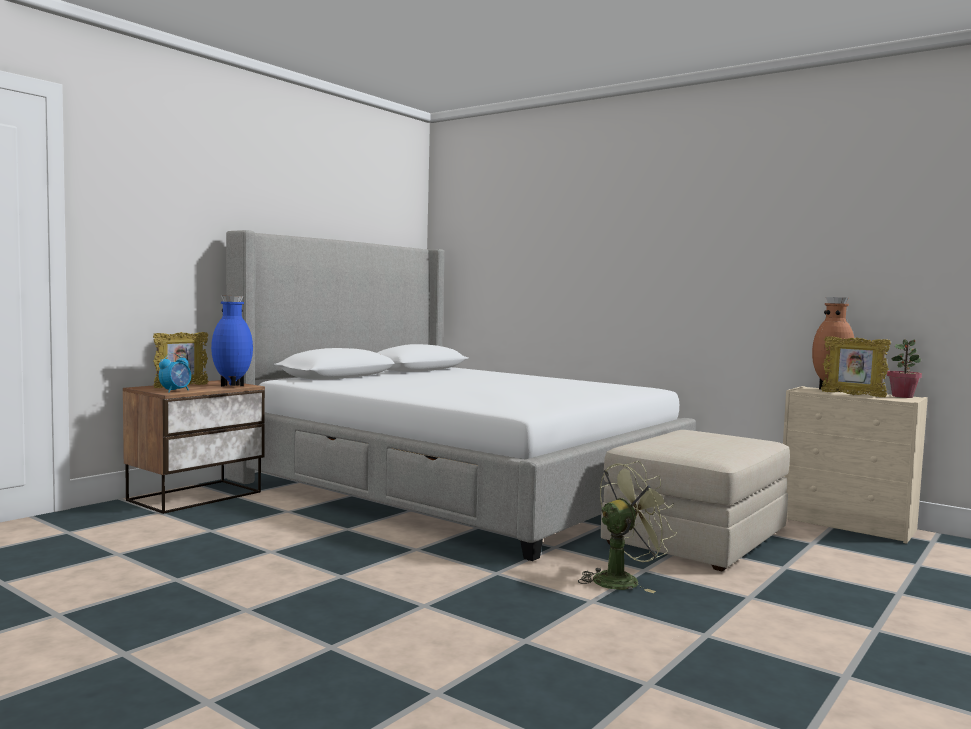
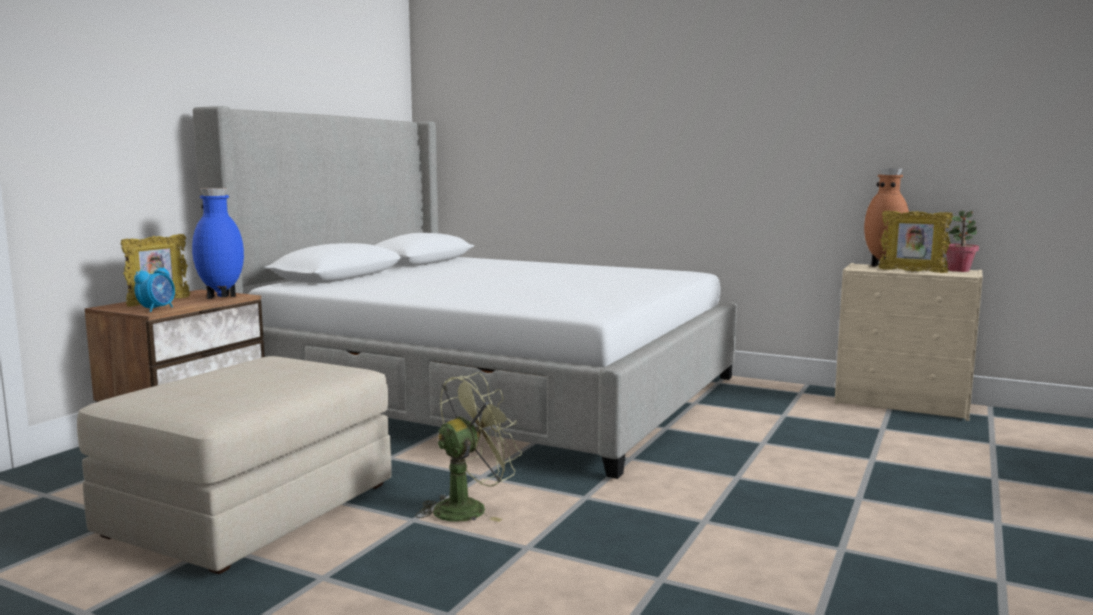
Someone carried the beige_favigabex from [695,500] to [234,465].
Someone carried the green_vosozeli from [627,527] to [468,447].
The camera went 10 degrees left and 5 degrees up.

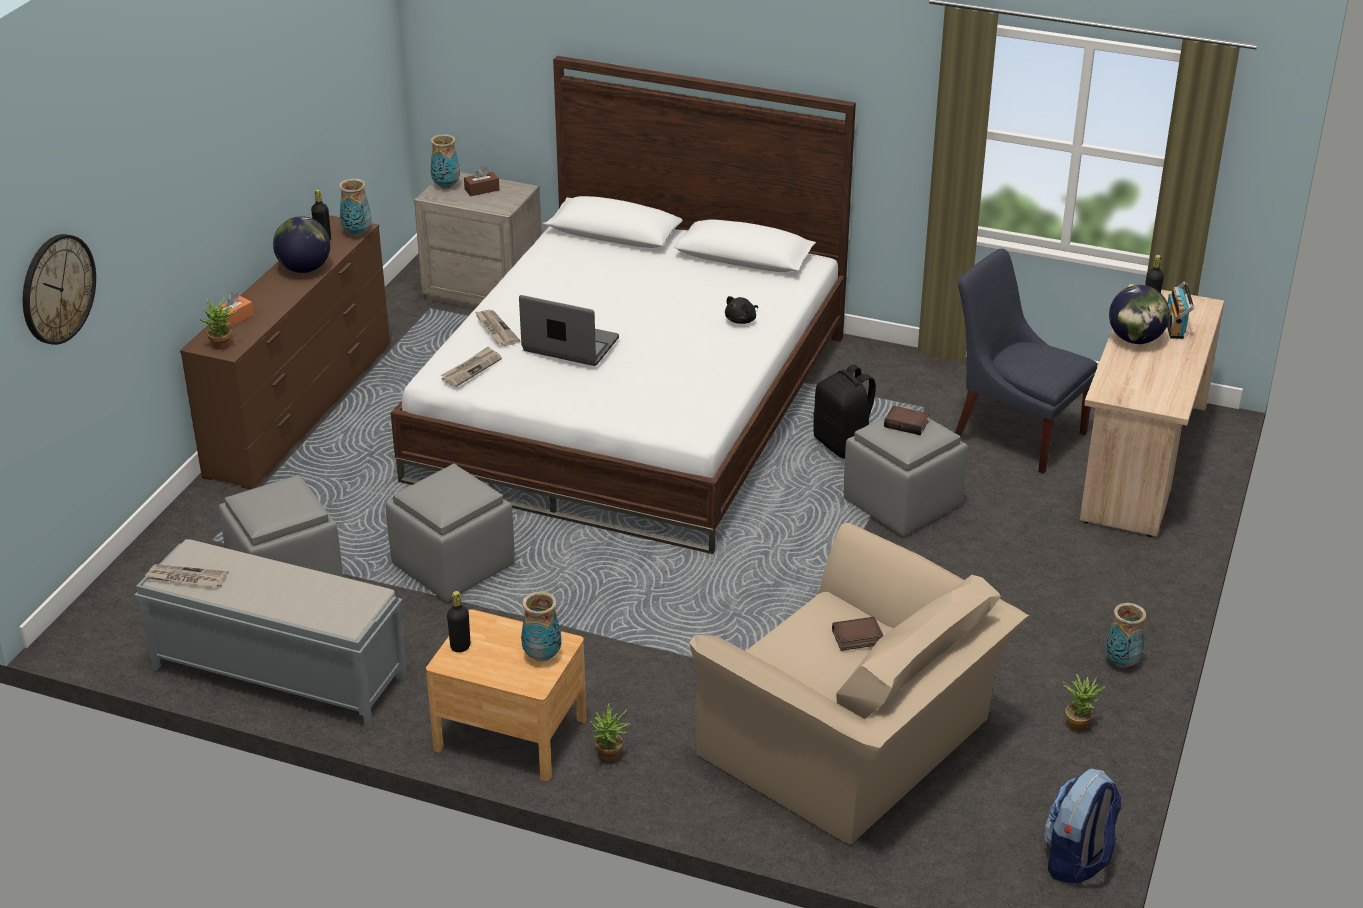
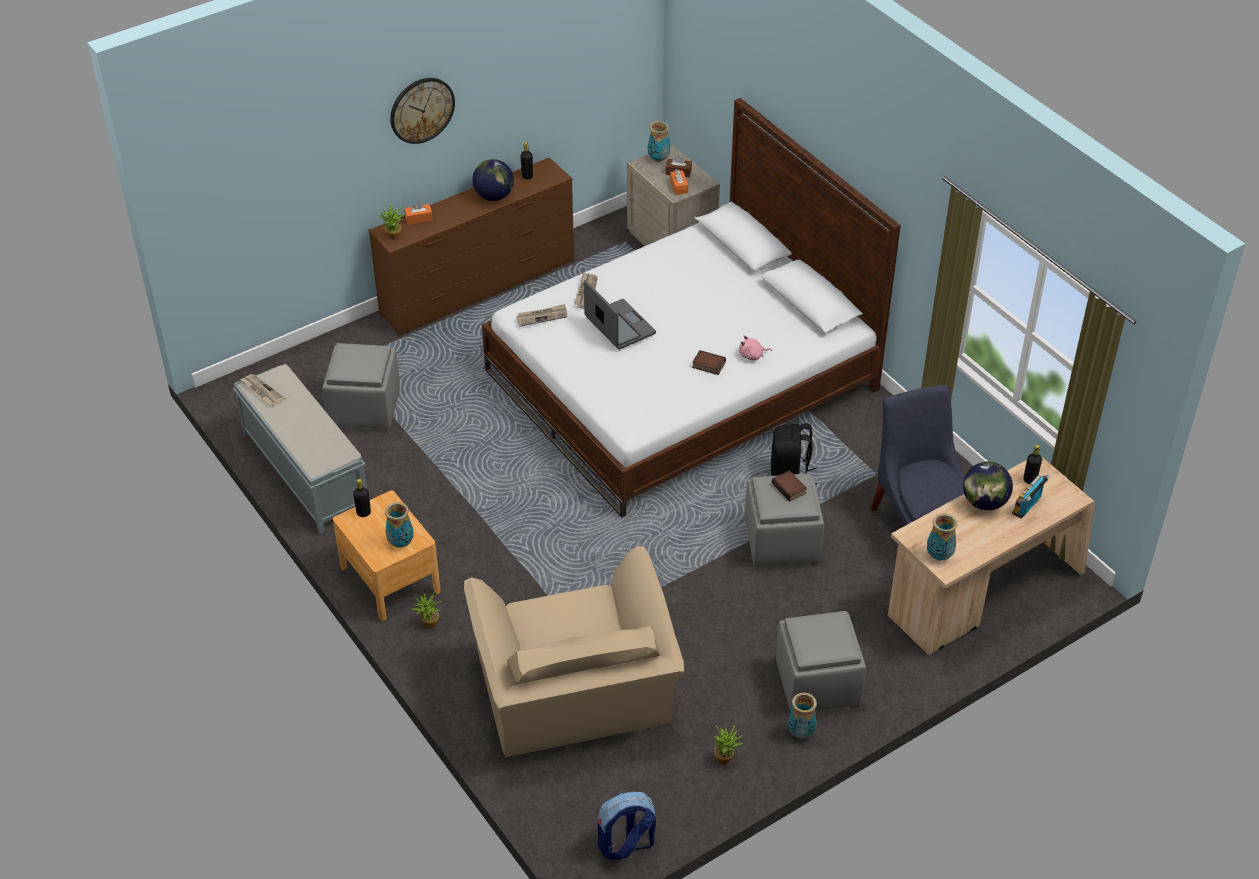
Someone carried the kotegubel from [355,207] to [942,536].
Someone carried the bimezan from [59,289] to [422,111].
Someone repainted the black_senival at [741,310], which became the pink_senival at [755,347].
Someone carried the grey_favigabex from [450,532] to [821,661].
Someone carried the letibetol from [857,634] to [709,362].
Someone put down the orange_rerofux at [679,182].
The camera went 35 degrees right and 10 degrees up.

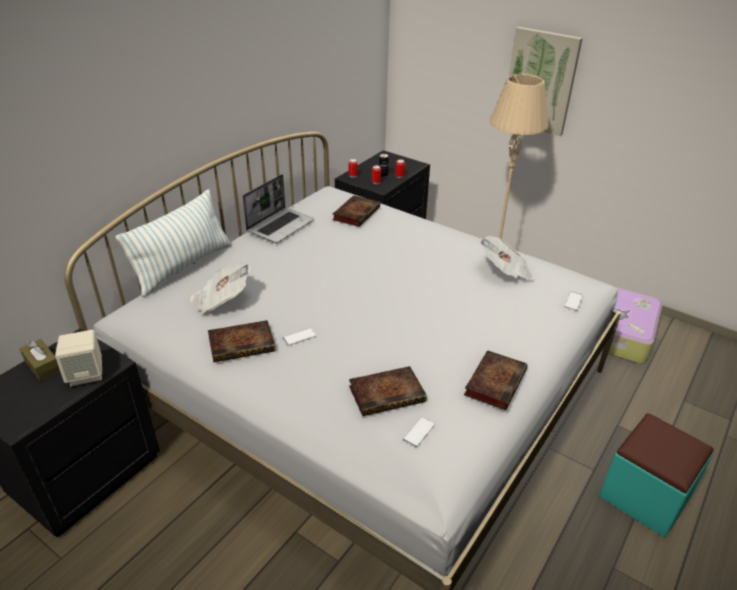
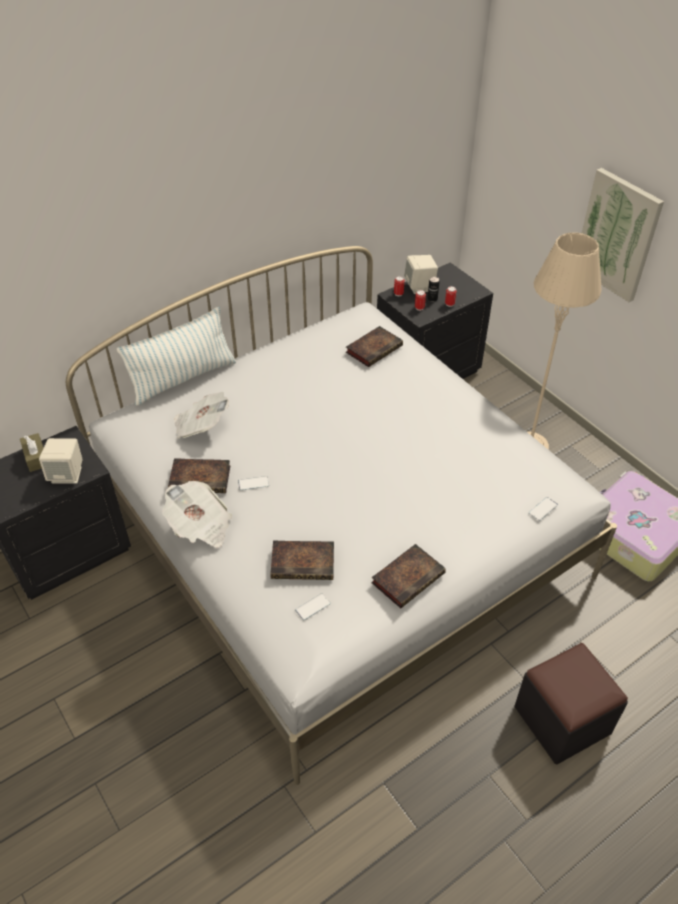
Someone took away the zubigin at [278,208].
Someone carried the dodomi from [506,258] to [197,514].
Someone repainted the turquoise_favigabex at [656,475], which became the black_favigabex at [571,703].
Someone put down the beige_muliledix at [421,274].
The camera went 20 degrees right and 10 degrees up.

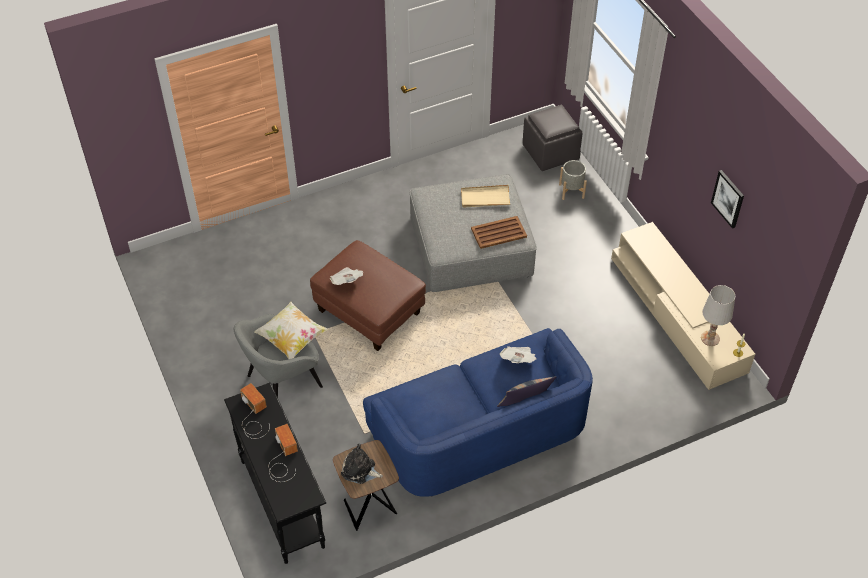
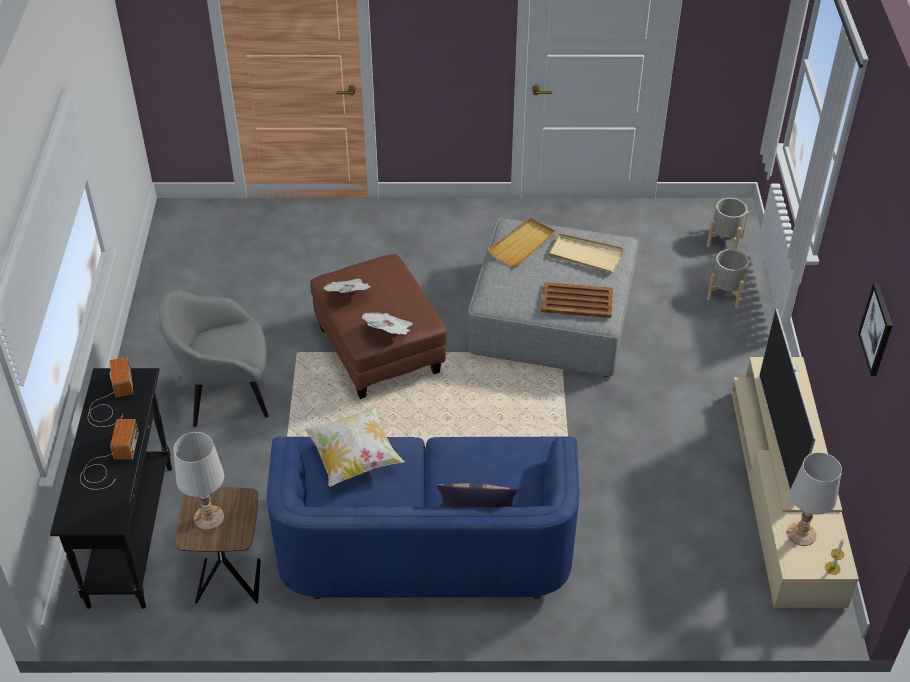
Someone swapped the grey_favigabex at [552,138] for the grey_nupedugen at [728,224].
Someone carried the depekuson from [291,330] to [354,447].
Someone carried the dodomi from [518,354] to [387,324].
Someone swapped the senival at [362,464] for the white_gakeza at [199,481].
Someone put down the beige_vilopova at [521,242].
Someone put down the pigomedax at [787,399].
The camera went 25 degrees right and 5 degrees down.

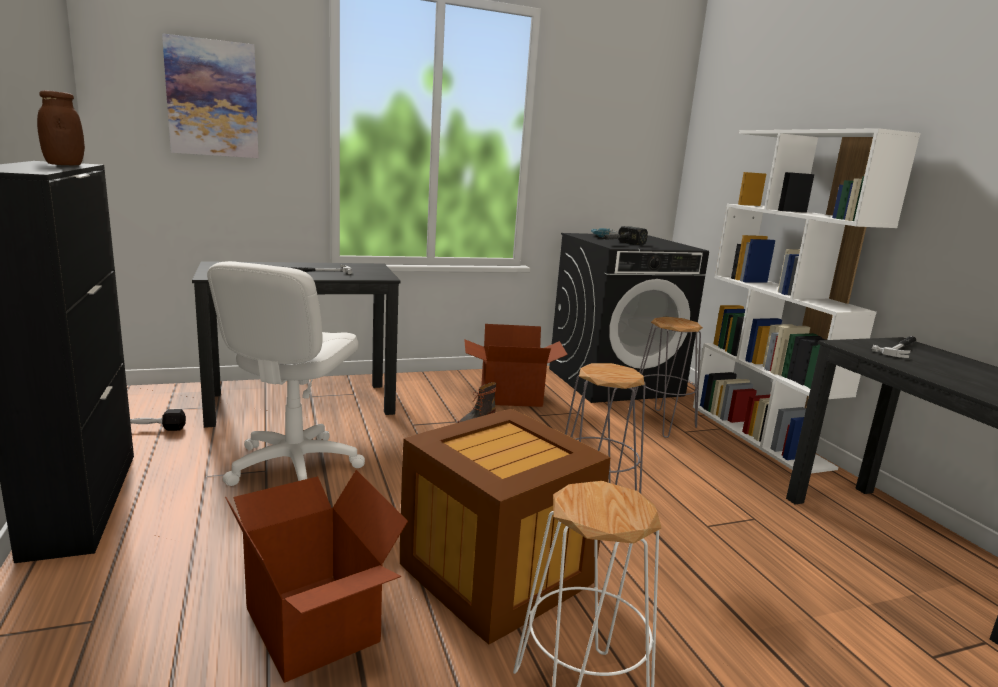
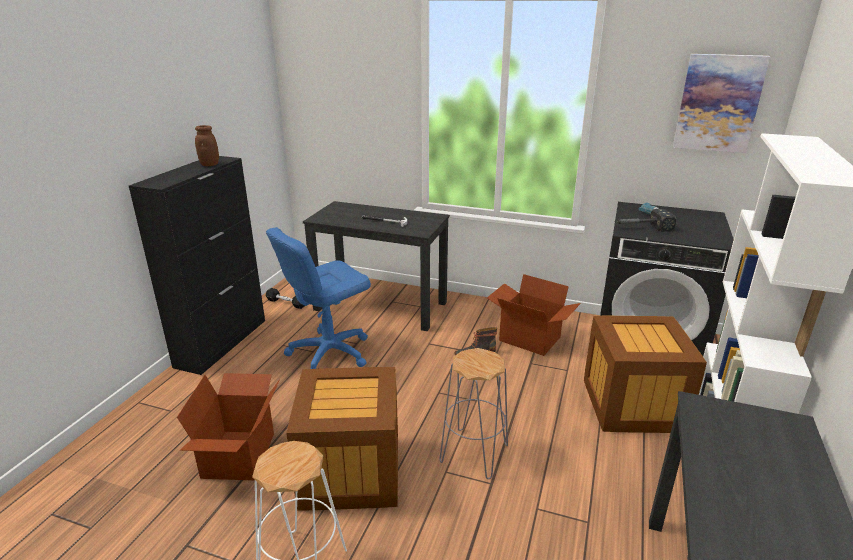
Someone carried the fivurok from [210,95] to [721,103].
Someone repainted the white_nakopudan at [286,373], which became the blue_nakopudan at [318,298].
Someone swapped the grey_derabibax at [665,377] for the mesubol at [645,374].
Someone took away the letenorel at [894,347].
The camera went 40 degrees right and 10 degrees up.

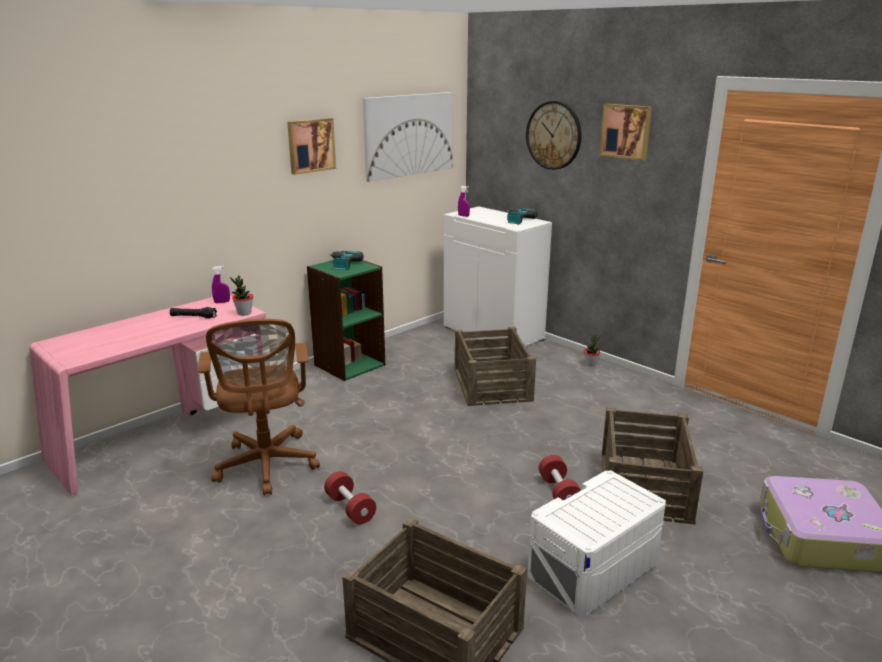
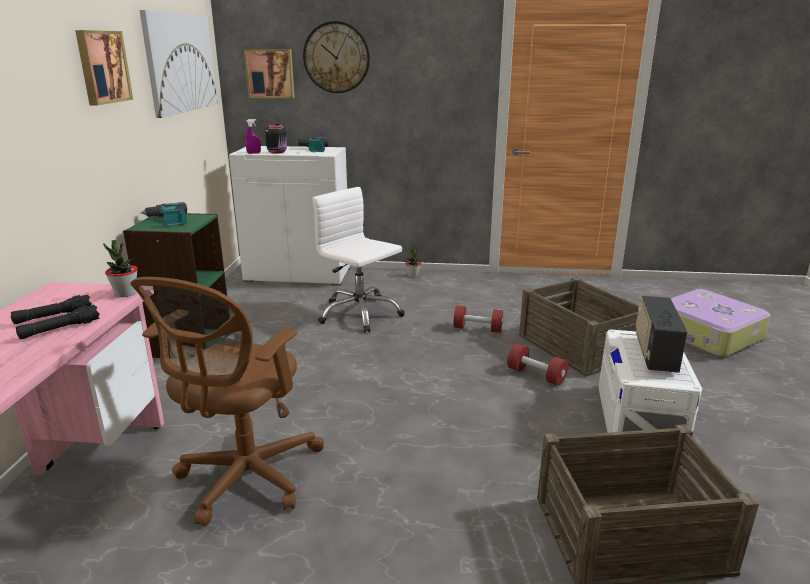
Someone carried the fivurok from [626,132] to [269,73].
Someone took away the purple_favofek at [221,284].
Someone rotated the brown_nakopudan at [259,407] by 75 degrees clockwise.
Someone swapped the mesubol at [495,366] for the white_nakopudan at [358,260].
Someone carried the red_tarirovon from [350,497] to [478,319].
Someone put down the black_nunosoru at [276,139].
Someone put down the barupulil at [661,334].
Someone put down the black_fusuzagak at [58,322].
The camera went 40 degrees left and 0 degrees up.

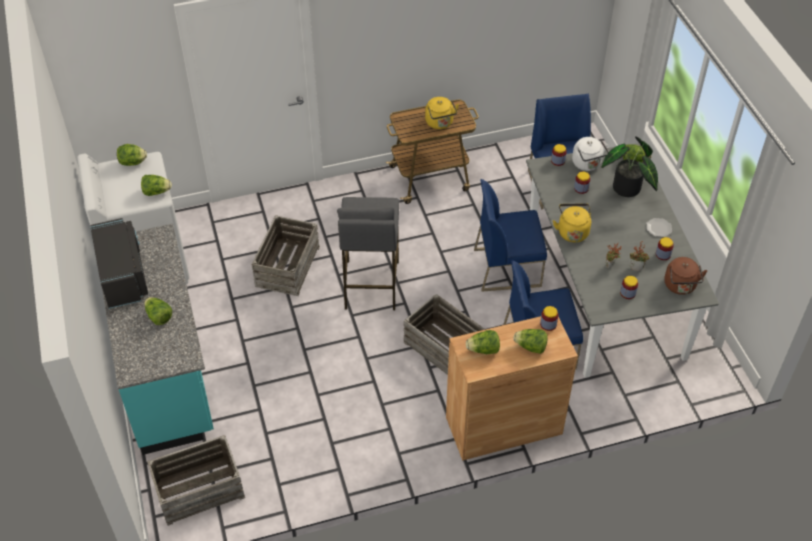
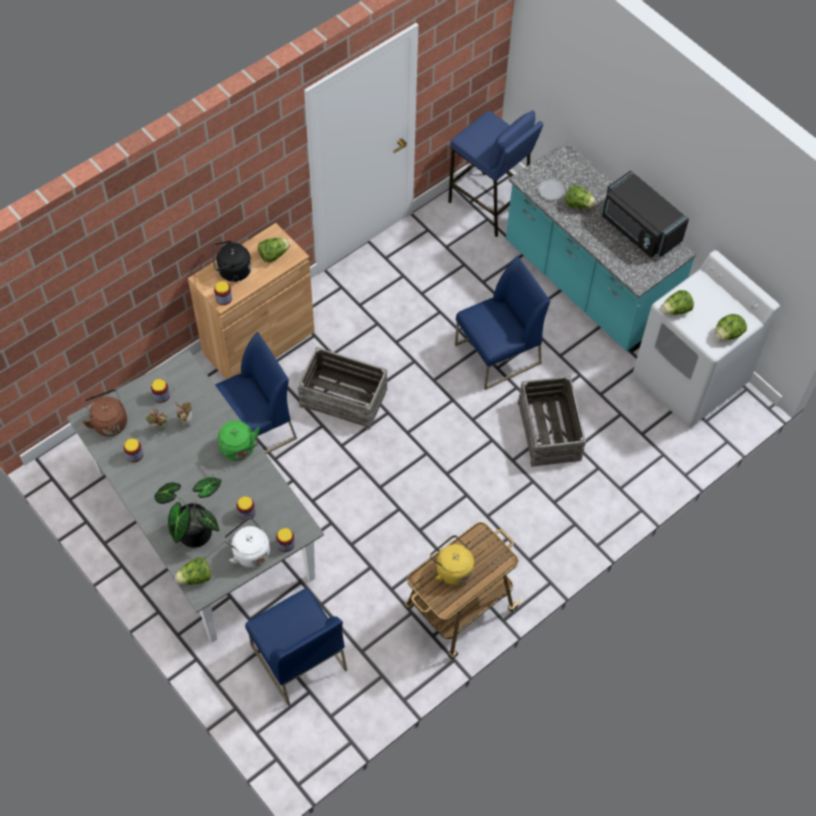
Someone carried the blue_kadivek from [510,235] to [502,323].
Someone took away the grey_derabibax at [368,253].
Someone repainted the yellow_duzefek at [572,222], which became the green_duzefek at [239,441].
Someone carried the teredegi from [659,227] to [551,190].
Someone swapped the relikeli at [531,341] for the black_duzefek at [232,261].
Someone swapped the mesubol at [196,480] for the blue_derabibax at [495,173].
The camera went 155 degrees right and 10 degrees up.

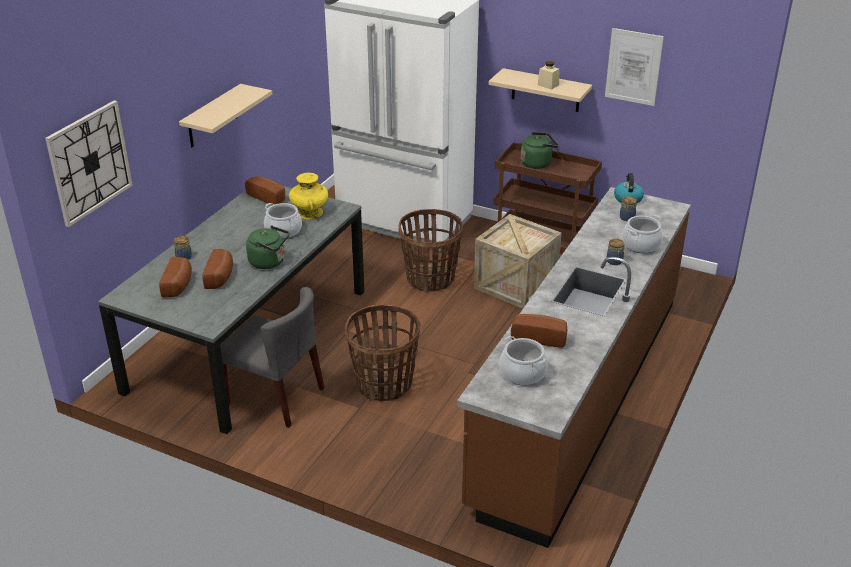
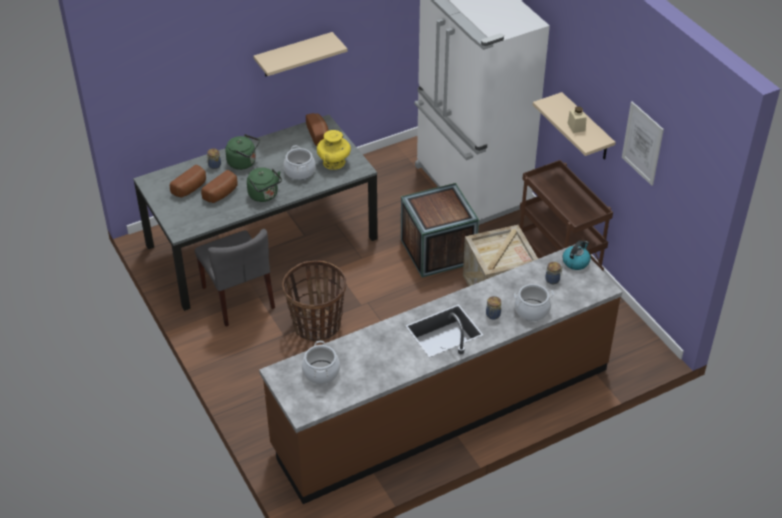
Someone took away the bimezan at [89,163].
Someone carried the green_duzefek from [540,150] to [242,152].
Someone swapped the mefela at [430,250] for the mesubol at [440,230].
Someone took away the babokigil at [539,331].
The camera went 35 degrees right and 10 degrees up.

